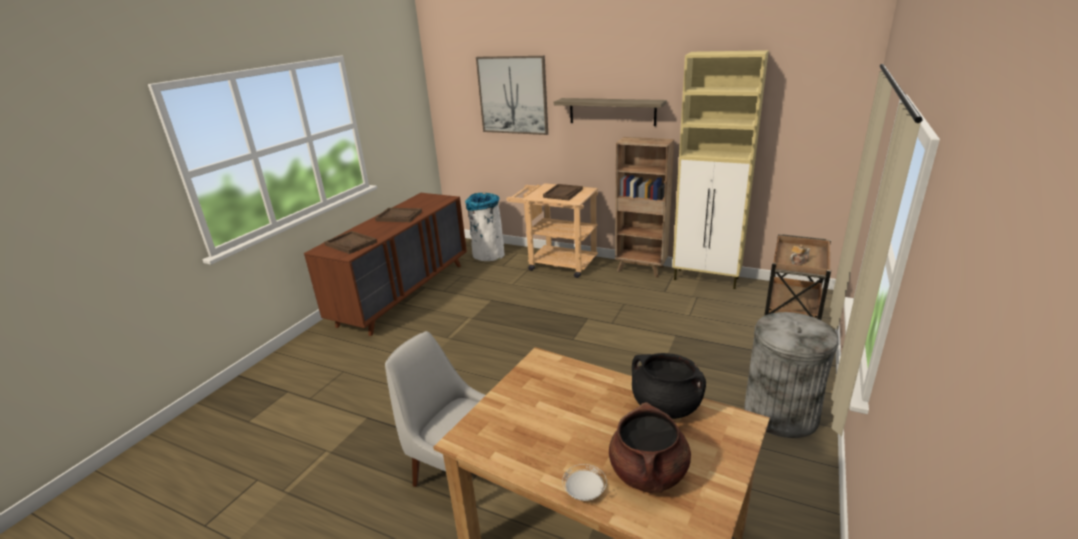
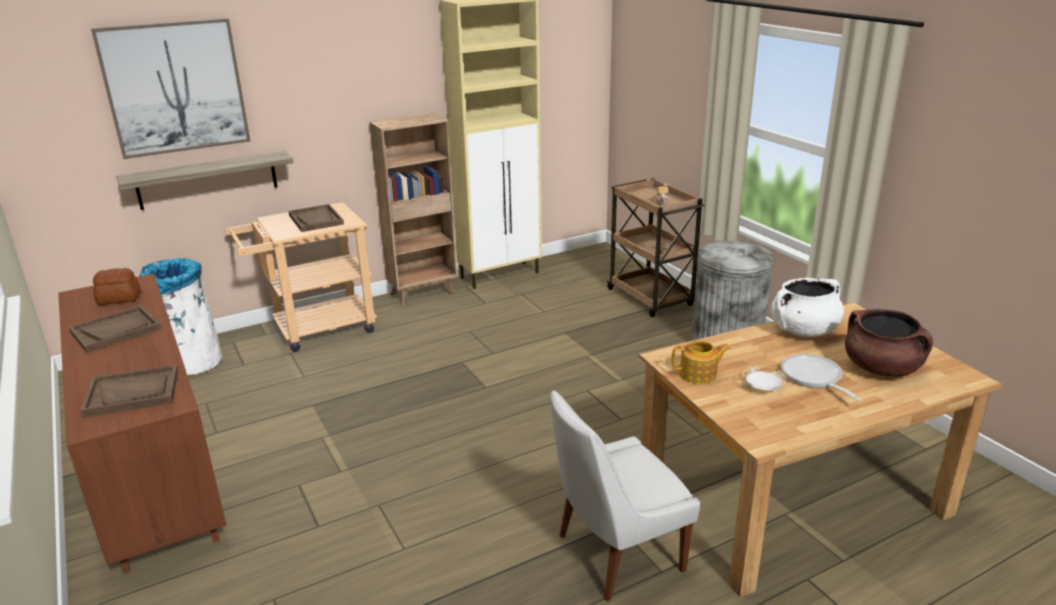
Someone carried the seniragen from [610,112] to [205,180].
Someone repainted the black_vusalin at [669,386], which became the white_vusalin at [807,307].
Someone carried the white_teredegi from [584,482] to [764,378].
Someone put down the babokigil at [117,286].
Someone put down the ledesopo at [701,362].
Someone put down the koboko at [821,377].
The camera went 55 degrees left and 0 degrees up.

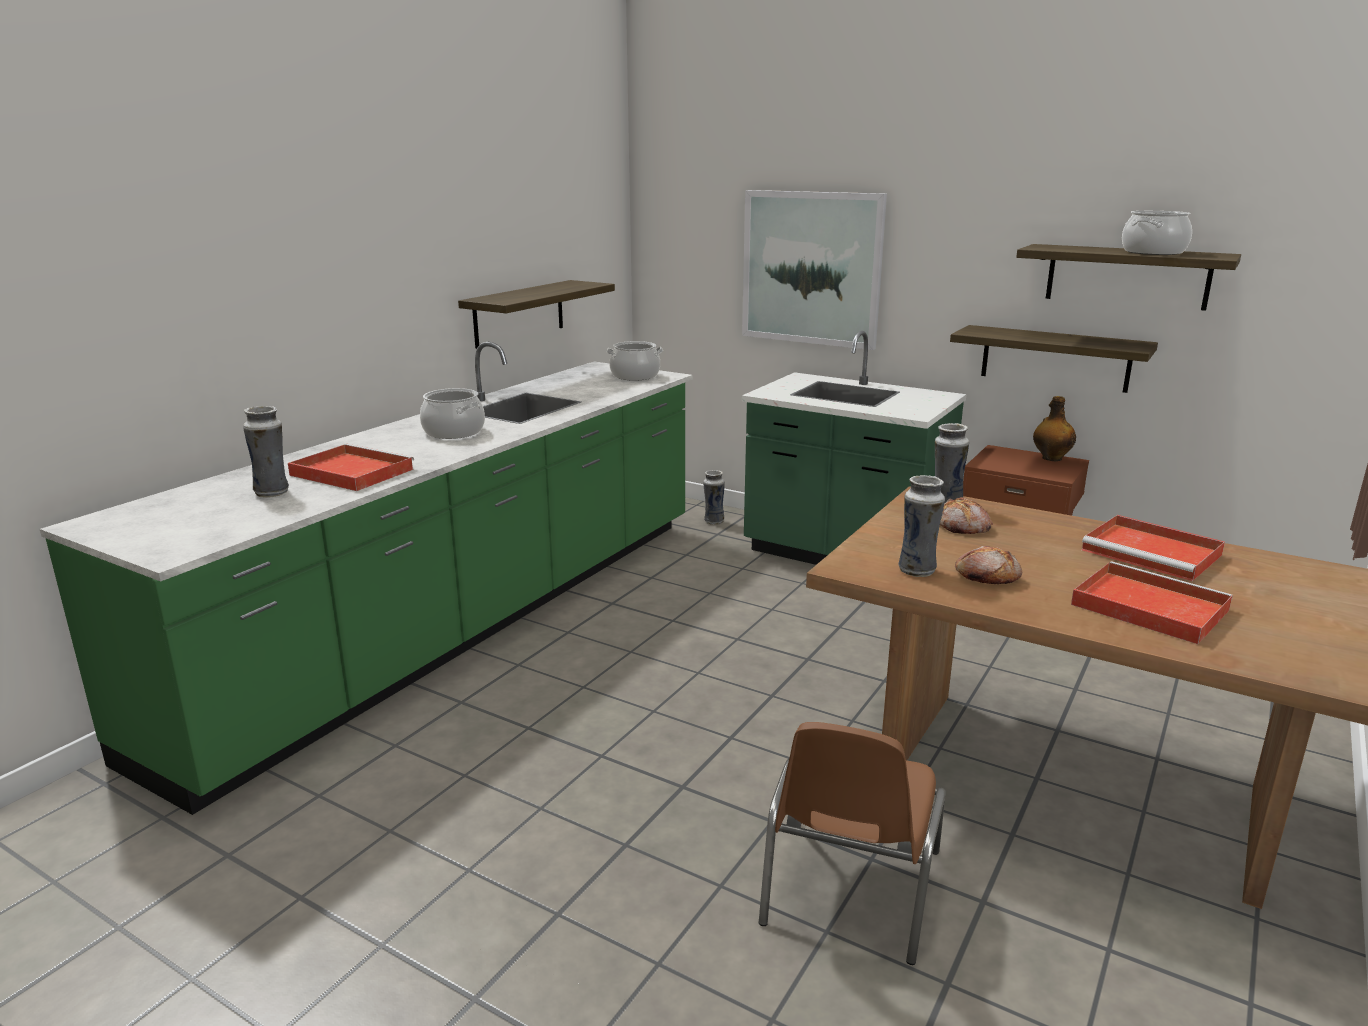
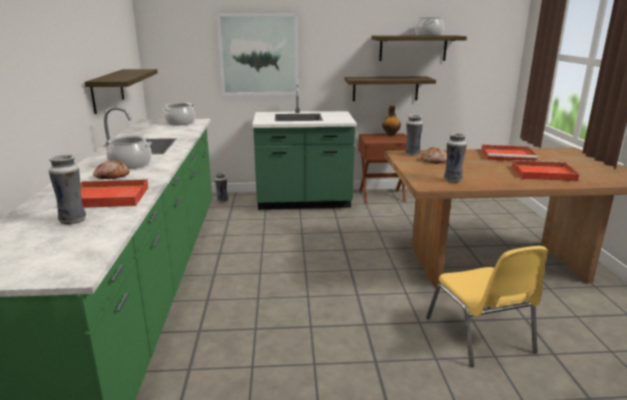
Someone carried the babokigil from [988,565] to [111,170].
Someone repainted the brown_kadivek at [852,843], which became the yellow_kadivek at [487,306].
The camera went 35 degrees left and 0 degrees up.

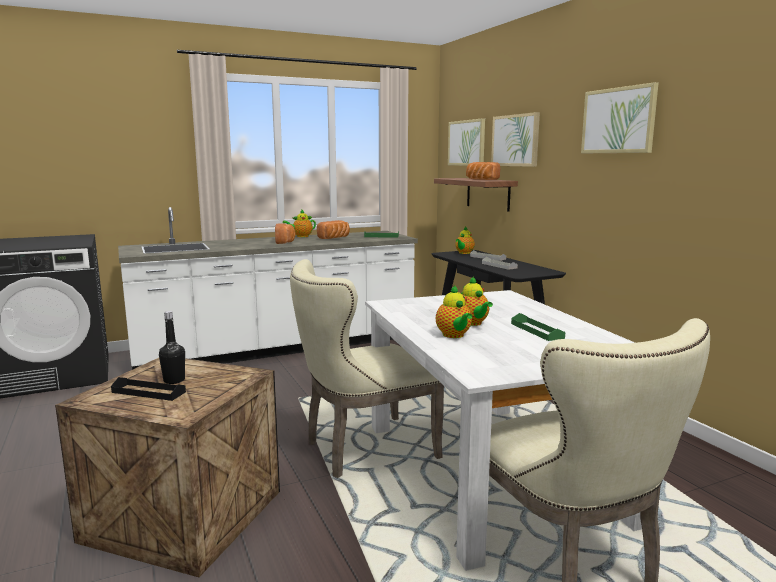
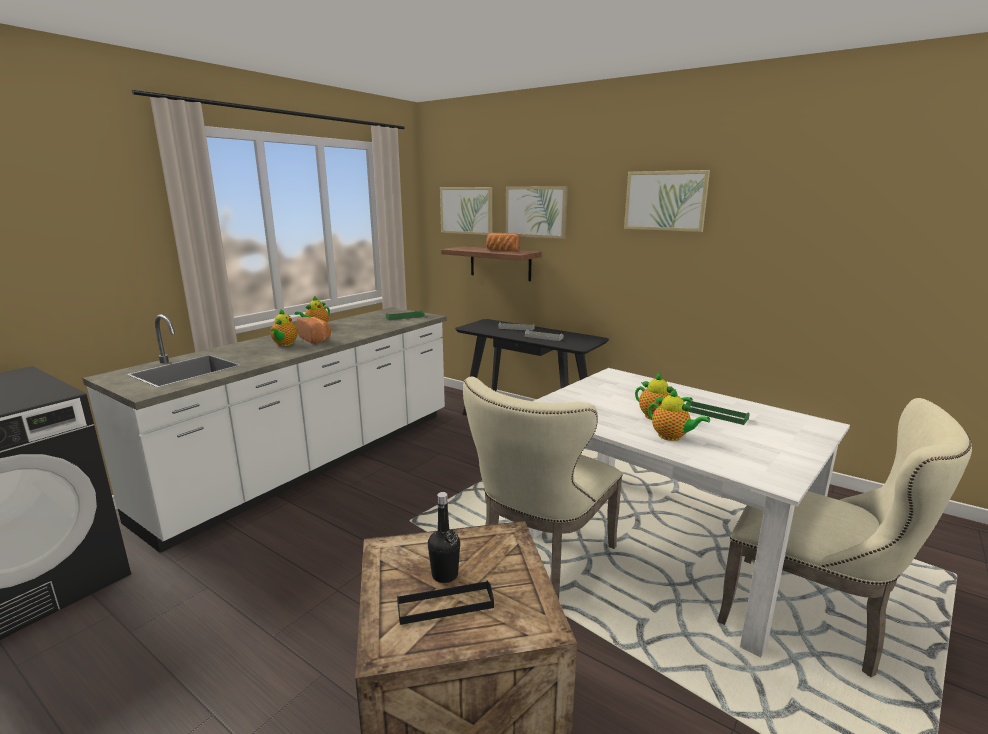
Someone took away the babokigil at [333,229].
Someone carried the ledesopo from [465,240] to [284,327].
The camera went 30 degrees left and 5 degrees up.

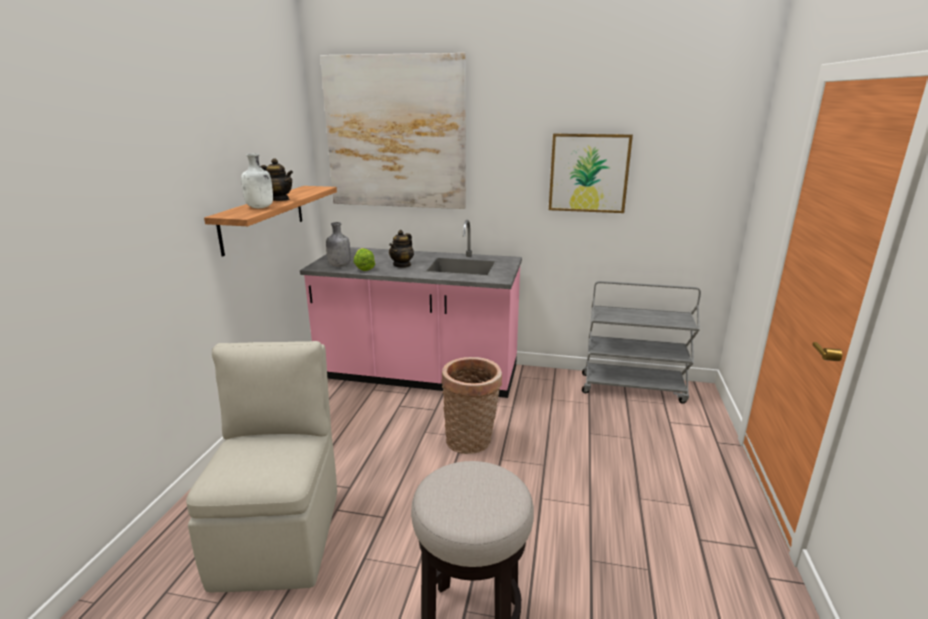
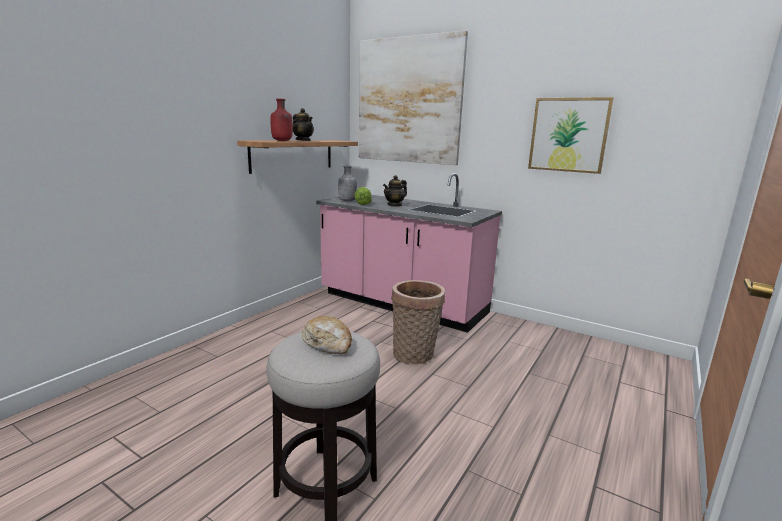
Someone repainted the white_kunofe at [257,180], which became the red_kunofe at [281,120].
Someone took away the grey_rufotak at [641,342].
Someone took away the beige_kadivek at [261,466].
Someone put down the babokigil at [326,335].
The camera went 20 degrees right and 5 degrees down.

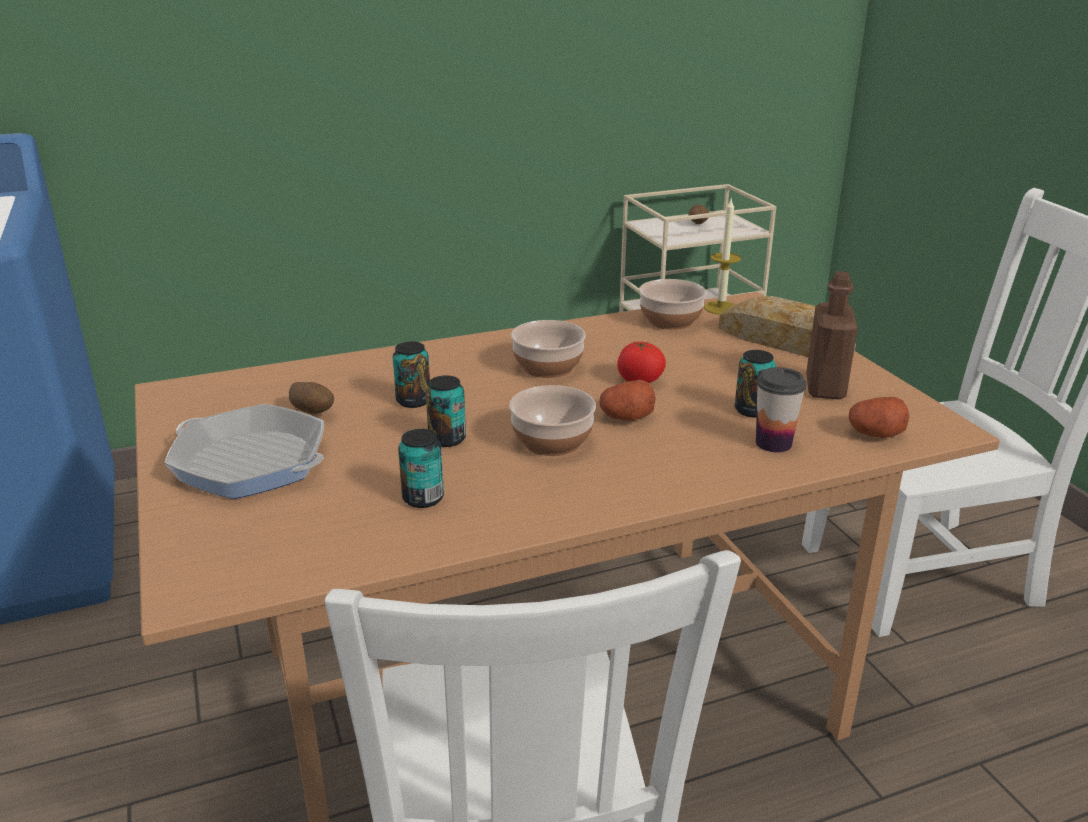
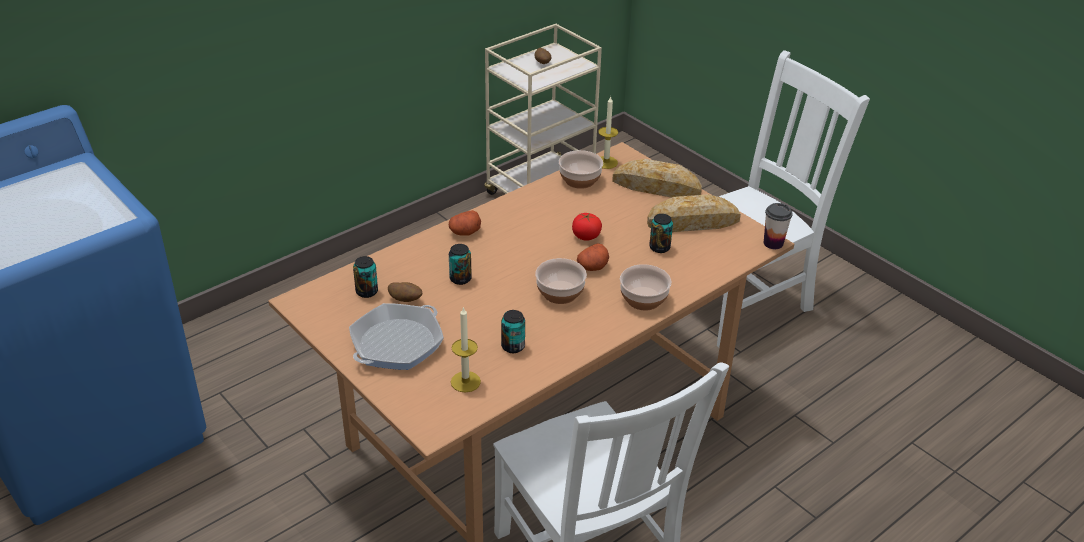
Someone swapped the brown_kunofe at [832,335] for the babokigil at [694,213].
Someone carried the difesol from [548,349] to [645,287].
Someone carried the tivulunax from [781,410] to [778,226].
Someone carried the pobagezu from [446,411] to [365,277].
Someone carried the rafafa from [879,417] to [465,222].
Someone rotated the koboko at [244,451] by 60 degrees counterclockwise.
Someone put down the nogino at [466,349].
The camera went 20 degrees left and 10 degrees up.

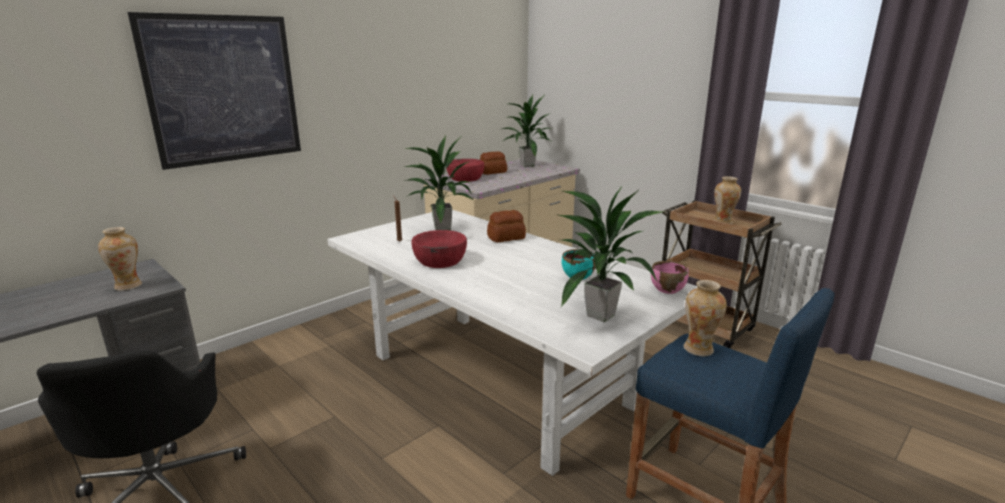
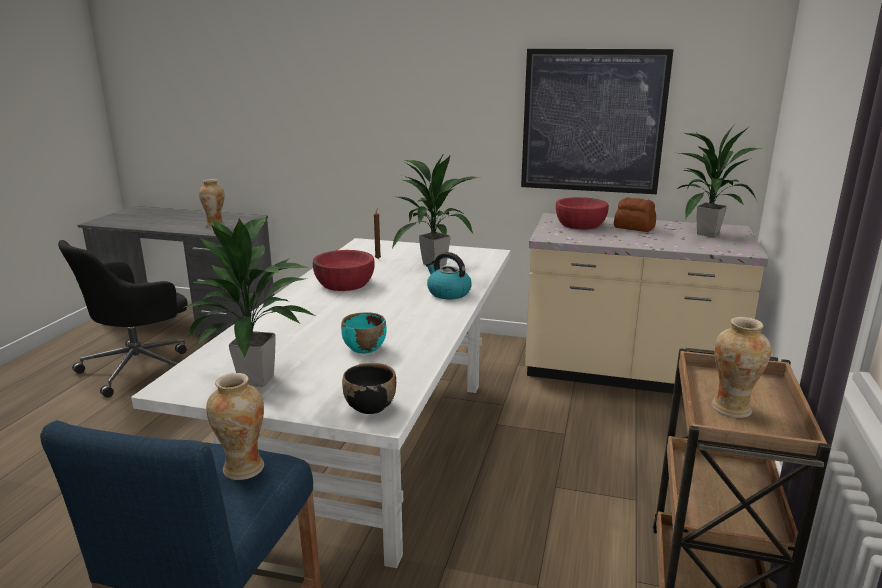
Someone carried the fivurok from [214,91] to [597,121].
Someone swapped the babokigil at [506,226] for the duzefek at [449,275].
Someone repainted the pink_difesol at [670,277], which became the black_difesol at [369,388].
The camera went 60 degrees right and 0 degrees up.

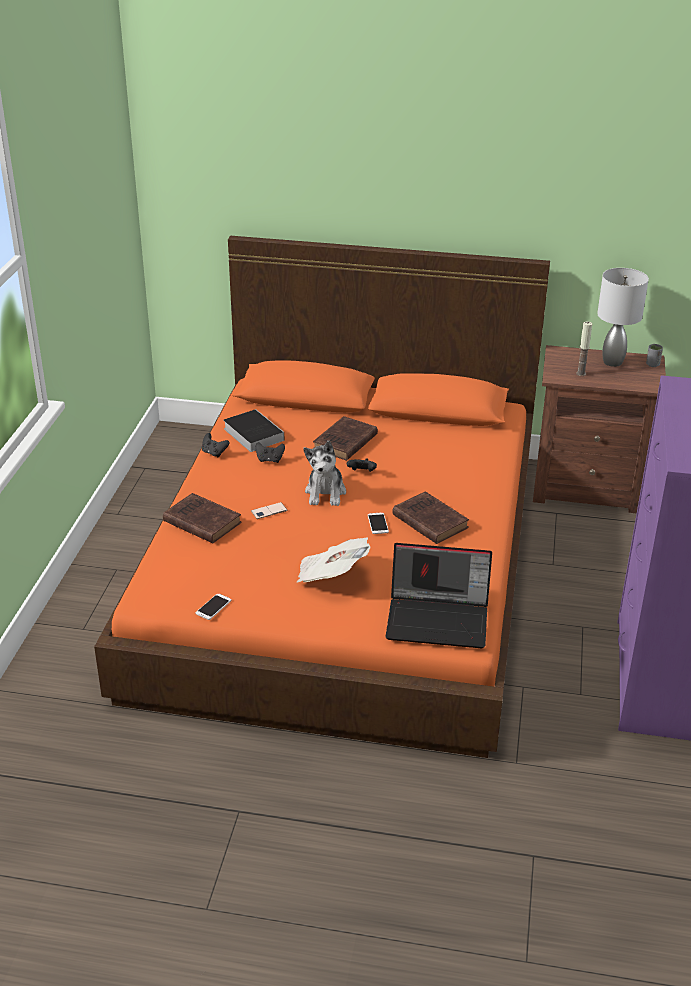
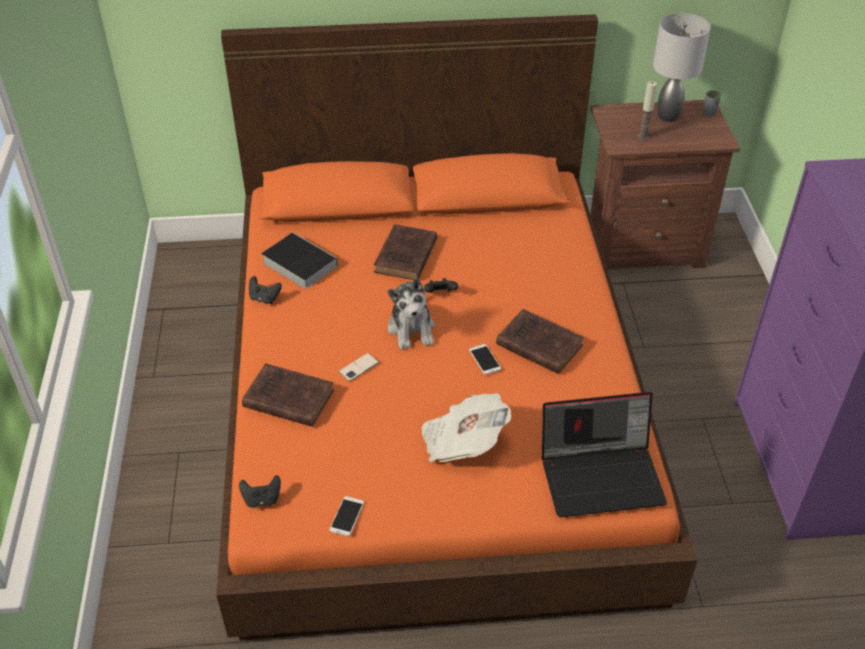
Someone carried the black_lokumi from [270,452] to [260,491].
The camera went 15 degrees left and 10 degrees up.

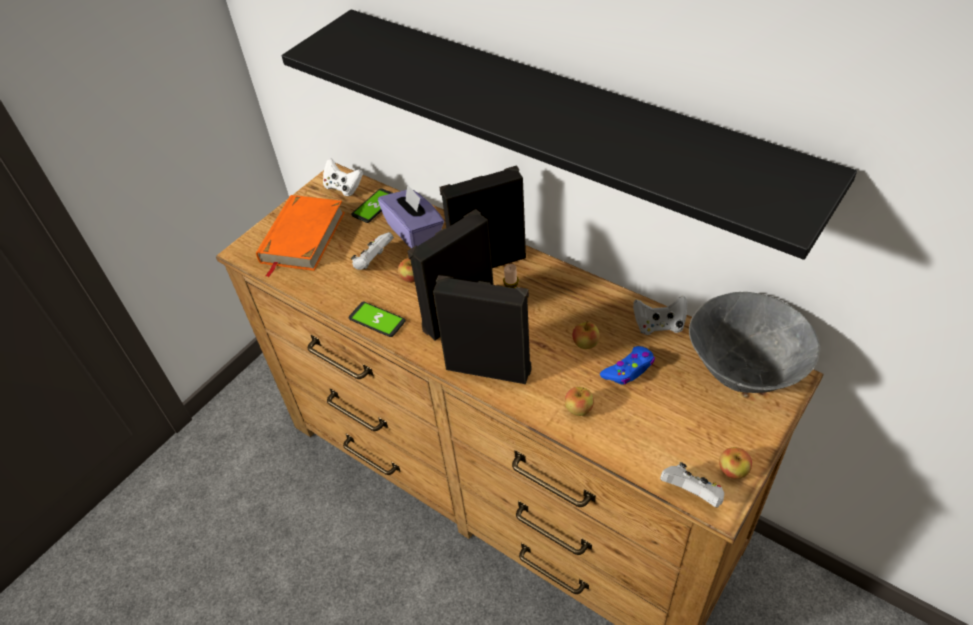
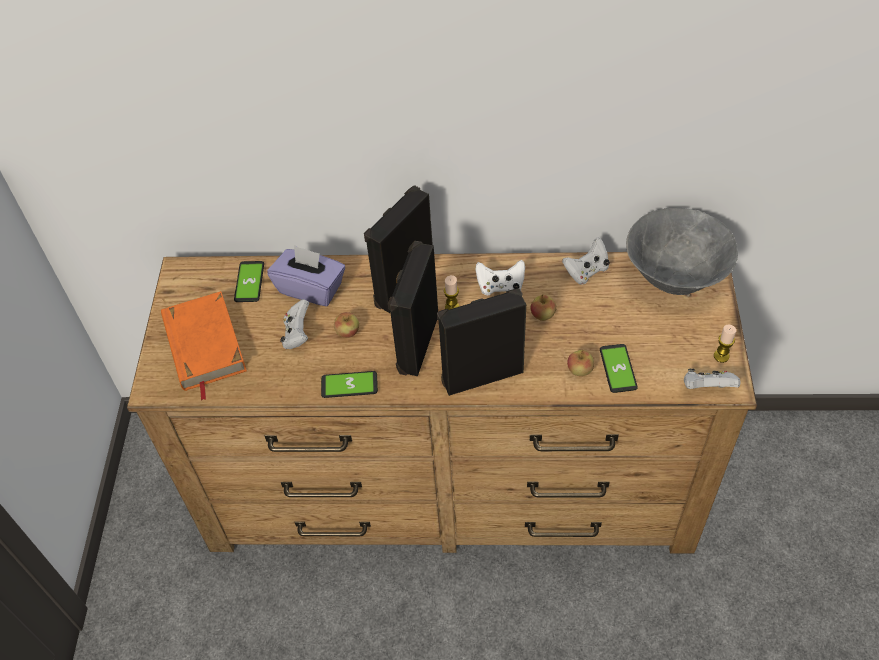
Someone took away the black_seniragen at [569,134].
Someone carried the white_lokumi from [343,177] to [500,277].
Someone took away the blue_lokumi at [627,365].
Someone swapped the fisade at [735,463] for the nogino at [725,343].
Someone put down the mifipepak at [619,368].
The camera went 35 degrees left and 5 degrees up.

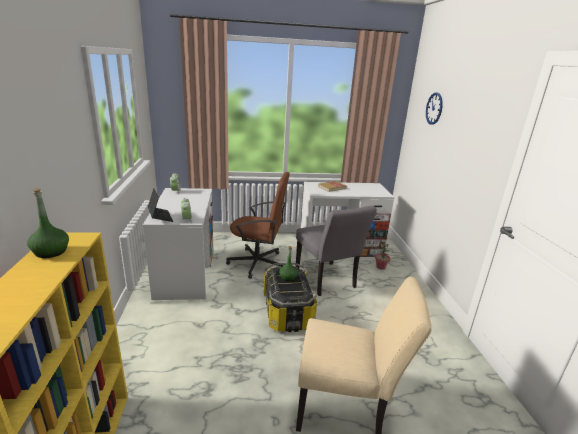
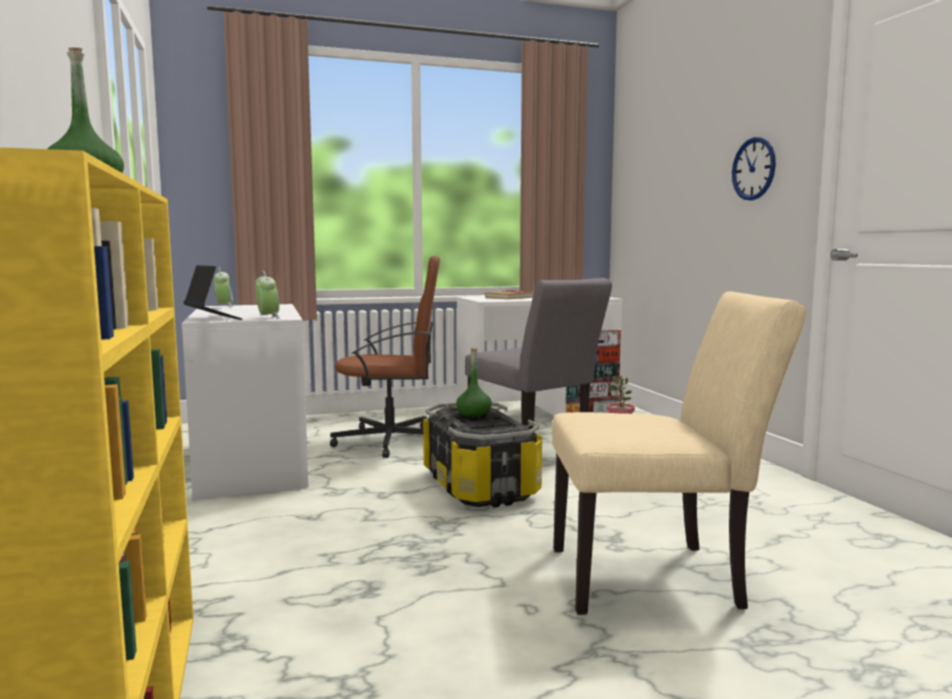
Someone carried the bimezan from [434,108] to [754,169].
The camera went 10 degrees left and 15 degrees down.

